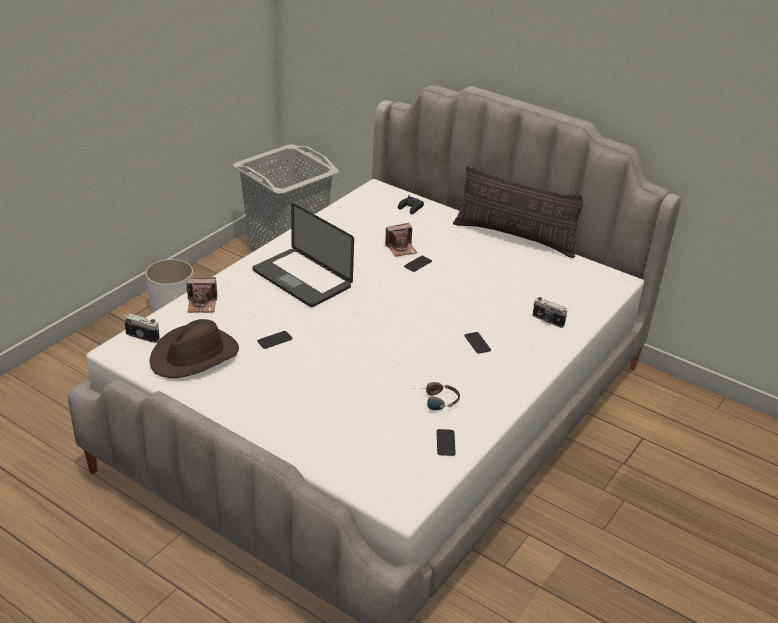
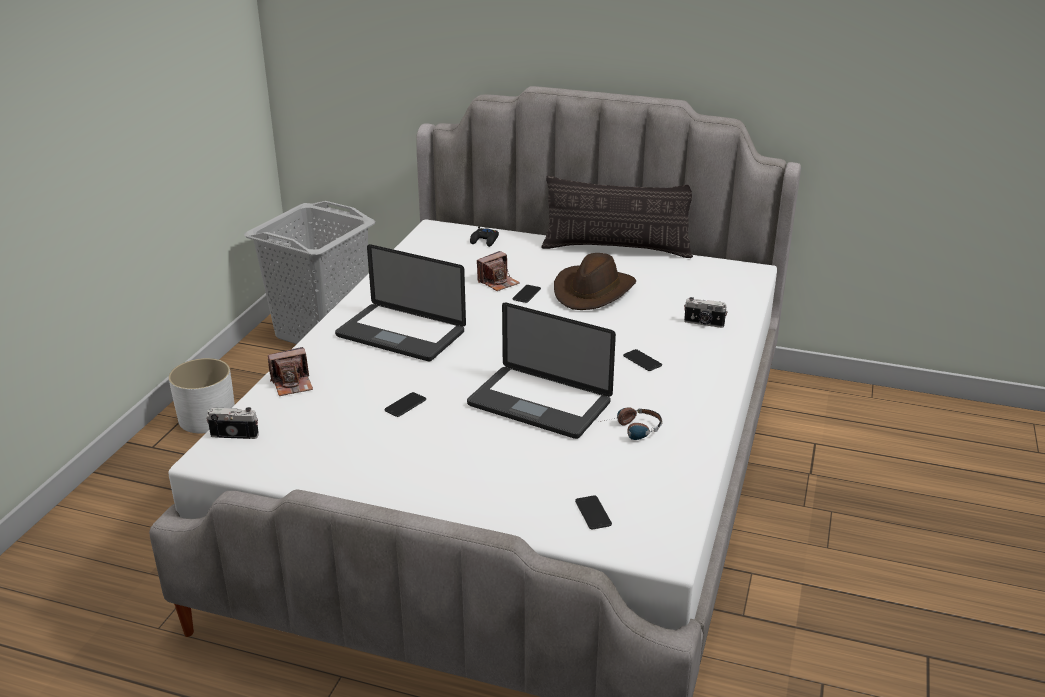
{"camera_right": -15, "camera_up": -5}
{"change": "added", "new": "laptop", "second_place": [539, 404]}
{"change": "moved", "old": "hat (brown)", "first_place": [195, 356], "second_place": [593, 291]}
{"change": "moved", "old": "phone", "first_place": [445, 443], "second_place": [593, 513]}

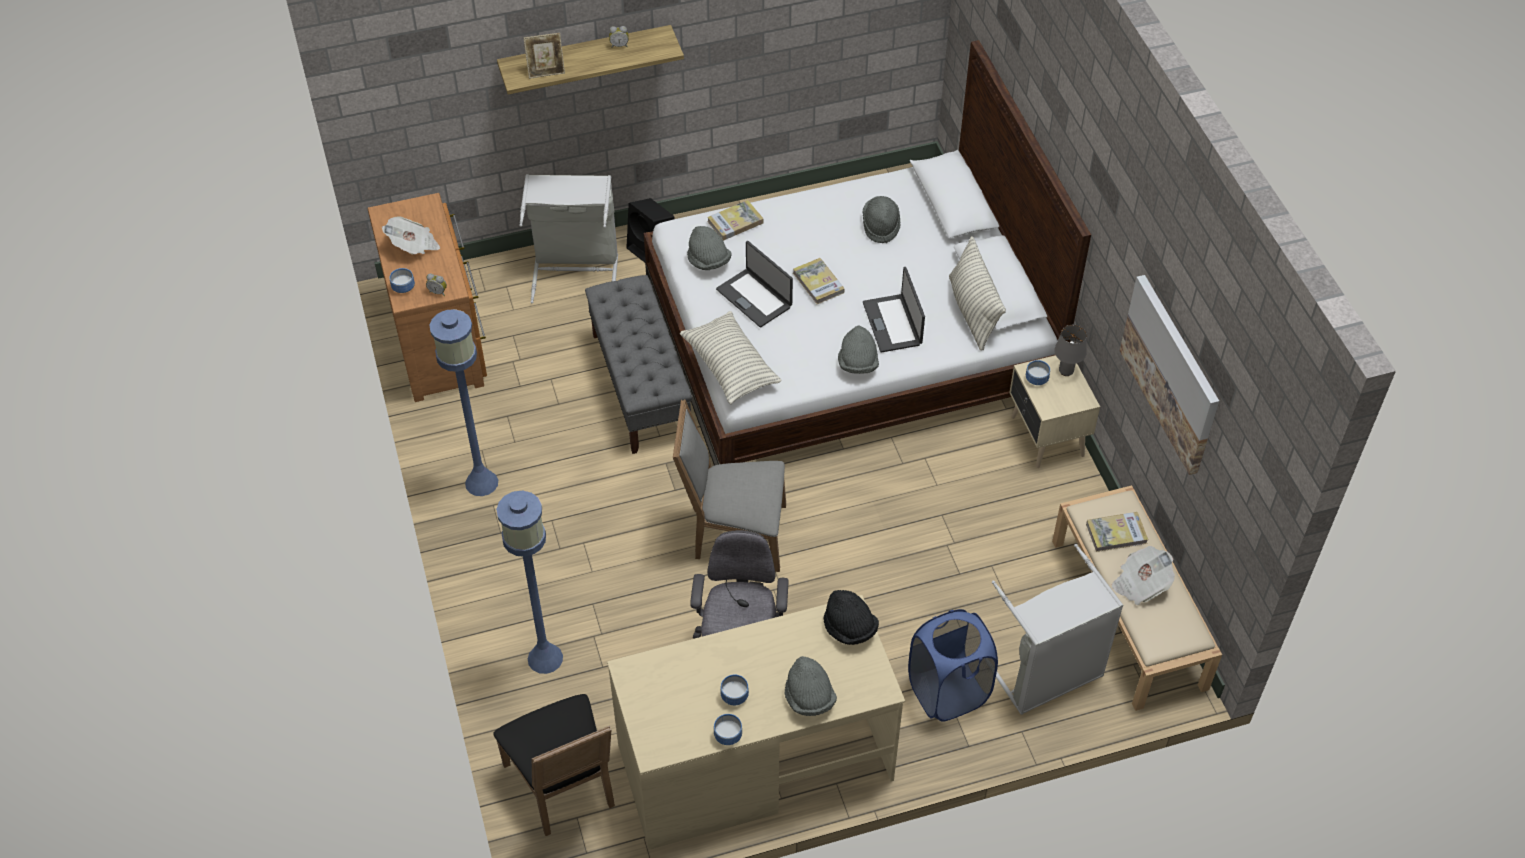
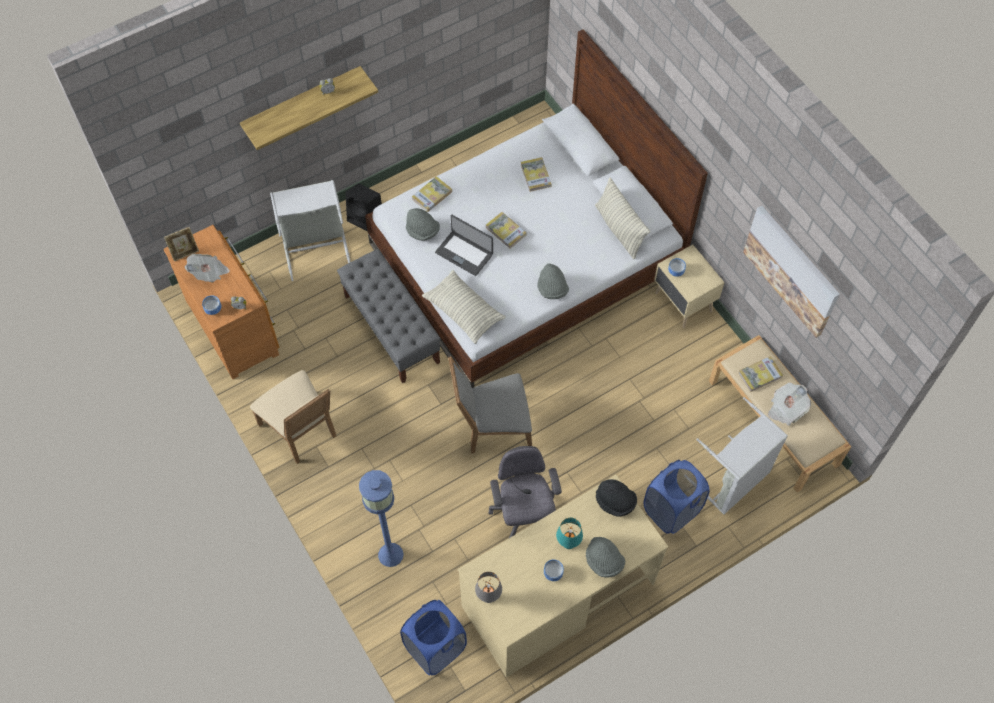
{"camera_right": -15, "camera_up": 10}
{"change": "moved", "old": "picture frame", "first_place": [546, 71], "second_place": [185, 252]}
{"change": "replaced", "old": "floor lamp (blue)", "new": "chair (beige)", "first_place": [481, 483], "second_place": [302, 431]}
{"change": "replaced", "old": "chair (black)", "new": "laundry basket (blue)", "first_place": [565, 788], "second_place": [435, 648]}
{"change": "moved", "old": "table lamp (grey)", "first_place": [1065, 371], "second_place": [488, 597]}
{"change": "replaced", "old": "hat (grey)", "new": "book", "first_place": [881, 226], "second_place": [535, 175]}
{"change": "added", "new": "table lamp (turquoise)", "second_place": [568, 543]}
{"change": "removed", "old": "bowl", "first_place": [726, 736]}
{"change": "removed", "old": "laptop", "first_place": [893, 323]}

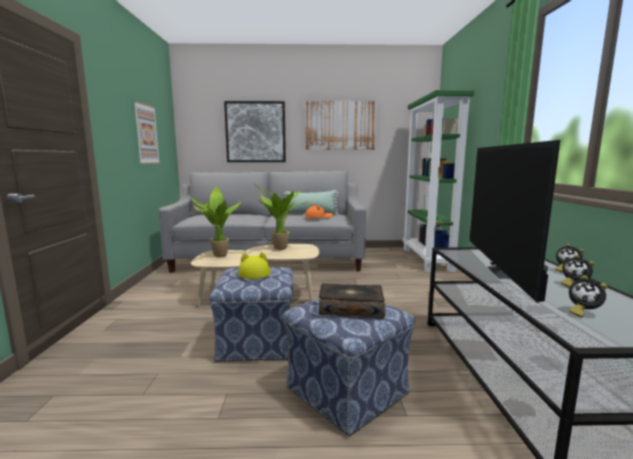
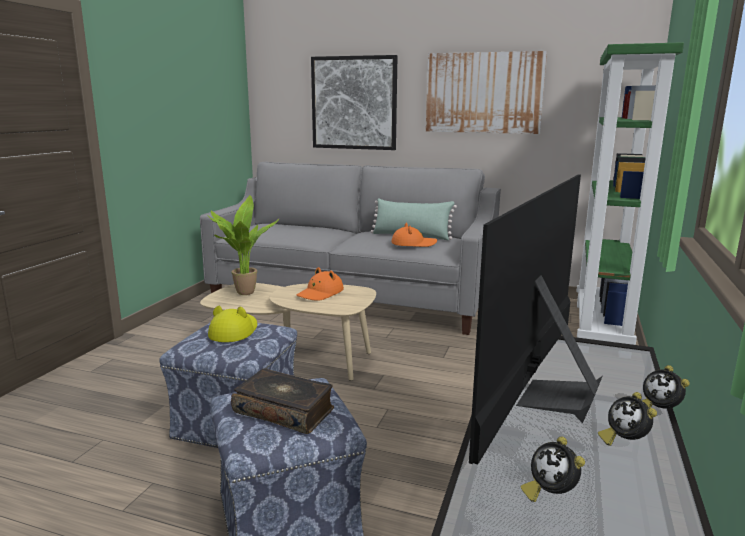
{"camera_right": 20, "camera_up": 5}
{"change": "replaced", "old": "potted plant", "new": "hat (orange)", "first_place": [280, 249], "second_place": [320, 293]}
{"change": "removed", "old": "picture", "first_place": [146, 134]}

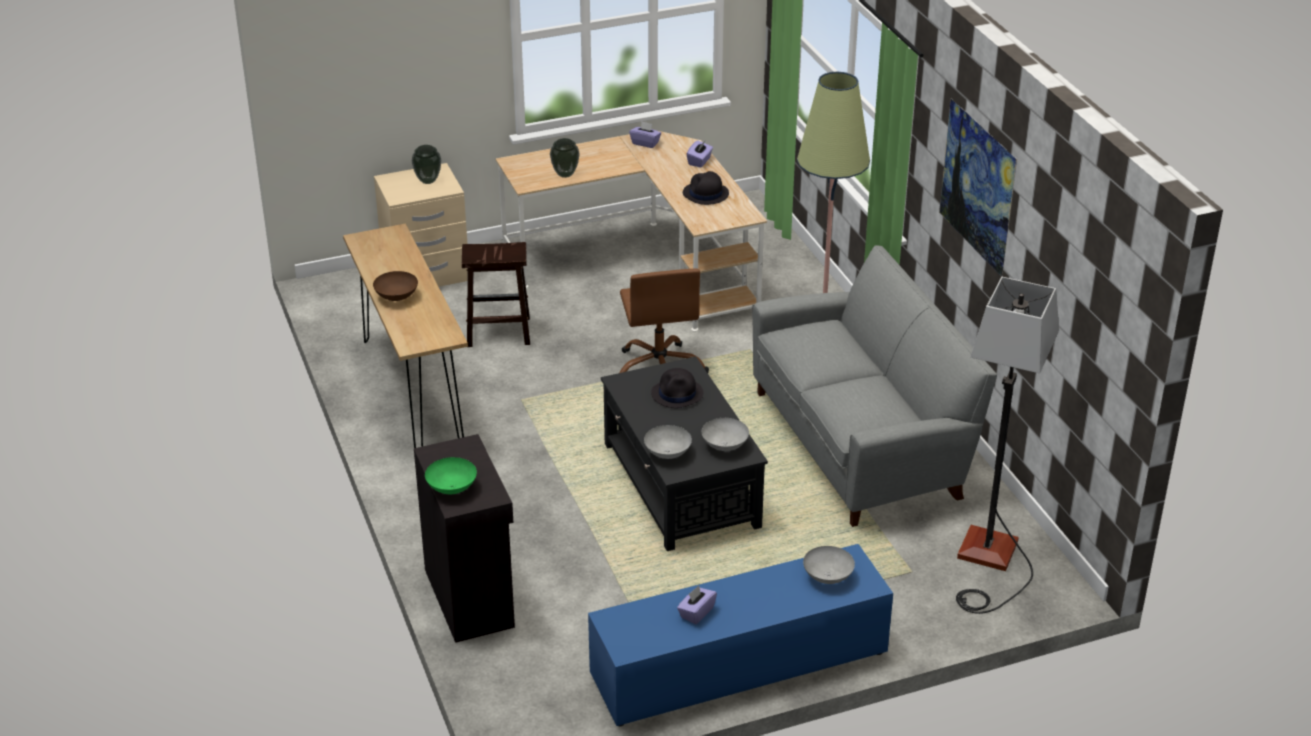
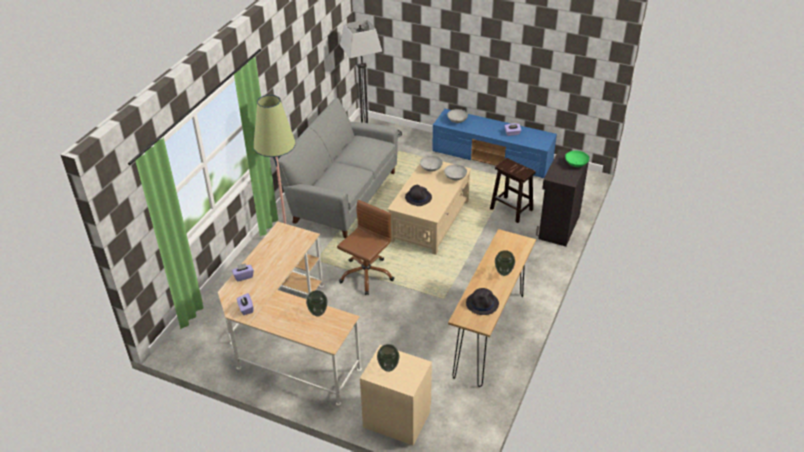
{"camera_right": -135, "camera_up": 5}
{"change": "recoloured", "old": "coffee table (black)", "new": "coffee table (beige)", "first_place": [681, 486], "second_place": [430, 221]}
{"change": "moved", "old": "hat (black)", "first_place": [705, 194], "second_place": [482, 303]}
{"change": "moved", "old": "stool (brown)", "first_place": [497, 332], "second_place": [512, 209]}
{"change": "replaced", "old": "bowl (brown)", "new": "vase", "first_place": [397, 296], "second_place": [503, 273]}
{"change": "removed", "old": "picture", "first_place": [973, 215]}

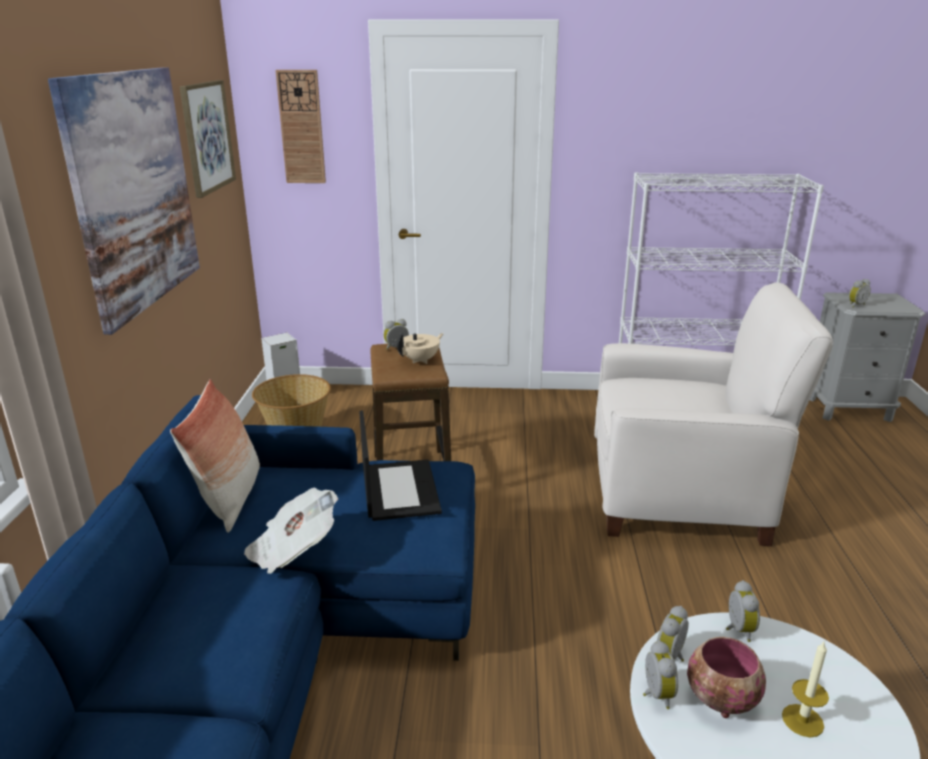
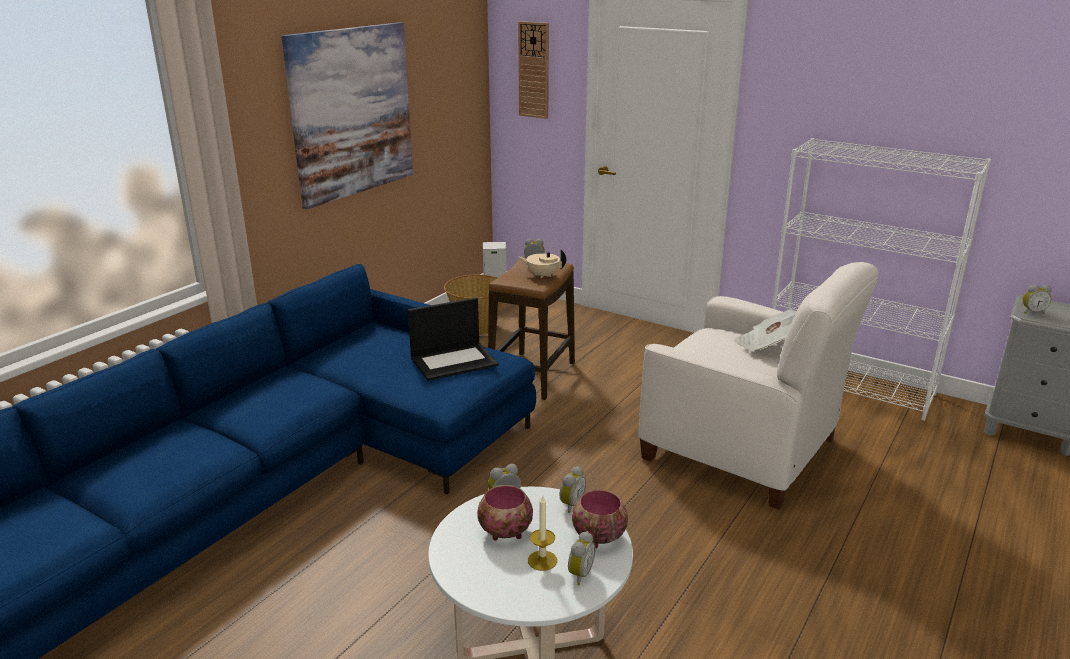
{"camera_right": 30, "camera_up": 0}
{"change": "turned", "old": "laptop", "first_place": [398, 489], "second_place": [454, 361], "degrees": 45}
{"change": "turned", "old": "teapot (beige)", "first_place": [421, 360], "second_place": [542, 275], "degrees": -150}
{"change": "moved", "old": "alarm clock", "first_place": [655, 694], "second_place": [579, 574]}
{"change": "added", "new": "bowl", "second_place": [597, 537]}
{"change": "moved", "old": "newspaper", "first_place": [293, 549], "second_place": [767, 346]}
{"change": "removed", "old": "pillow", "first_place": [230, 498]}
{"change": "removed", "old": "picture", "first_place": [207, 137]}

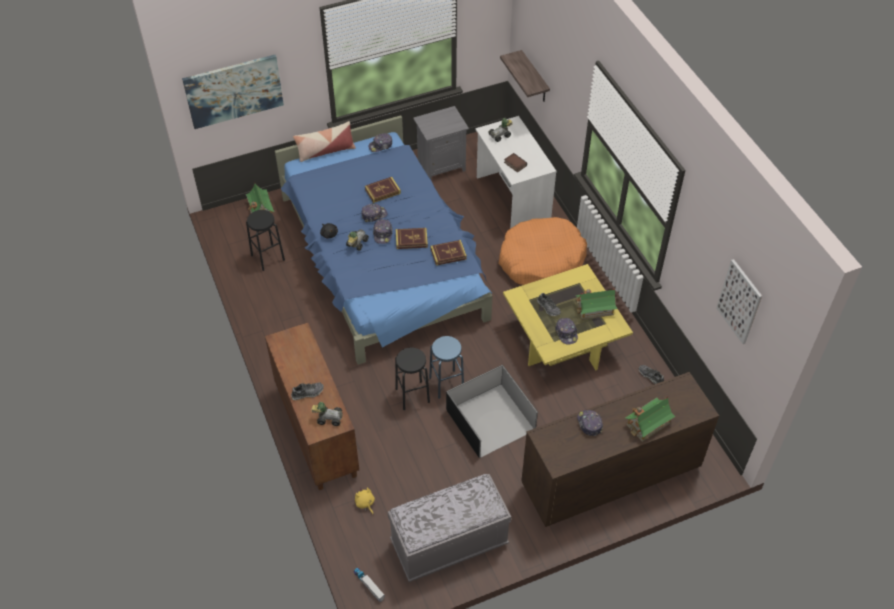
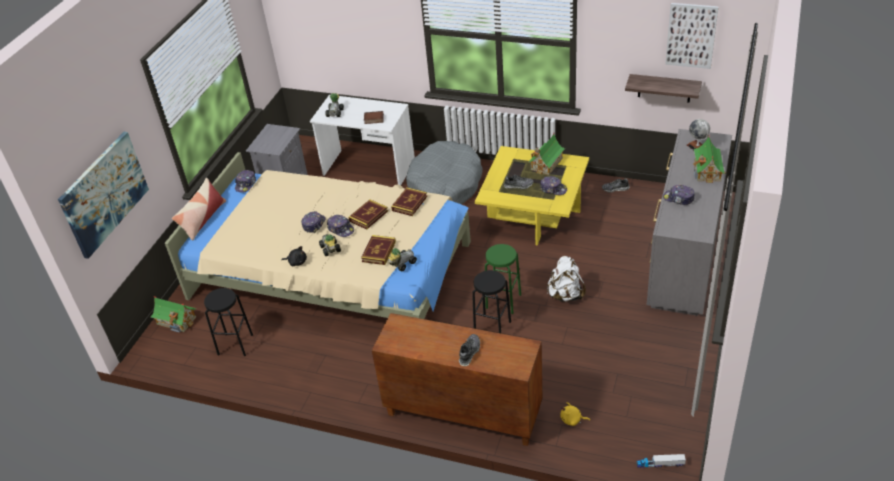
{"camera_right": -45, "camera_up": -10}
{"change": "recoloured", "old": "bed (blue)", "new": "bed (beige)", "first_place": [383, 258], "second_place": [332, 271]}
{"change": "moved", "old": "book", "first_place": [382, 191], "second_place": [379, 252]}
{"change": "moved", "old": "toy car", "first_place": [328, 417], "second_place": [401, 264]}
{"change": "recoloured", "old": "dog bed (orange)", "new": "dog bed (grey)", "first_place": [541, 260], "second_place": [445, 185]}
{"change": "recoloured", "old": "stool (blue)", "new": "stool (green)", "first_place": [446, 384], "second_place": [503, 301]}
{"change": "replaced", "old": "storage box (black)", "new": "backpack (white)", "first_place": [489, 420], "second_place": [565, 295]}
{"change": "moved", "old": "shelf", "first_place": [534, 78], "second_place": [664, 88]}
{"change": "recoloured", "old": "dresser (brown)", "new": "dresser (grey)", "first_place": [609, 477], "second_place": [684, 258]}
{"change": "added", "new": "globe", "second_place": [697, 147]}
{"change": "removed", "old": "bench (grey)", "first_place": [449, 544]}

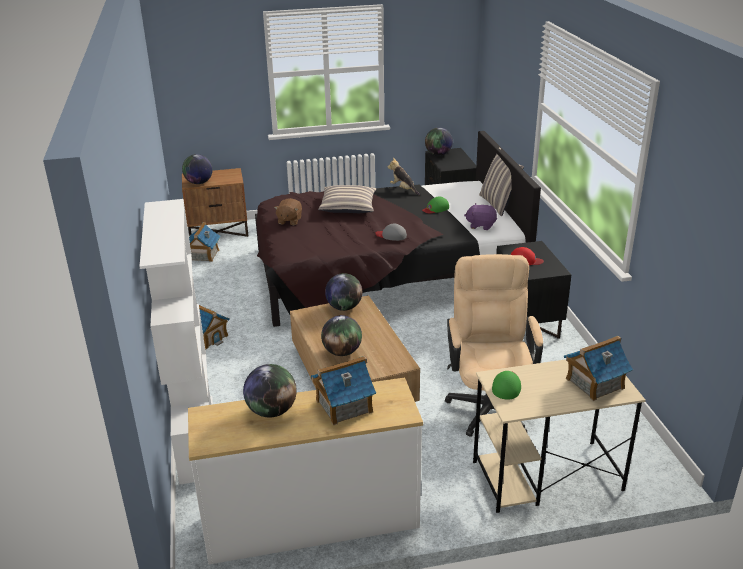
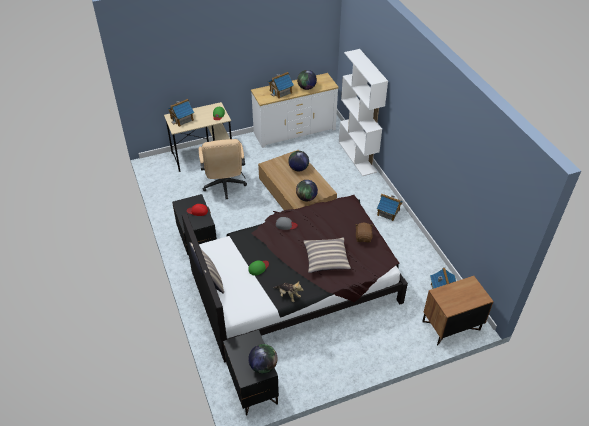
{"camera_right": 170, "camera_up": 15}
{"change": "removed", "old": "globe", "first_place": [199, 183]}
{"change": "removed", "old": "plush toy (purple)", "first_place": [481, 225]}

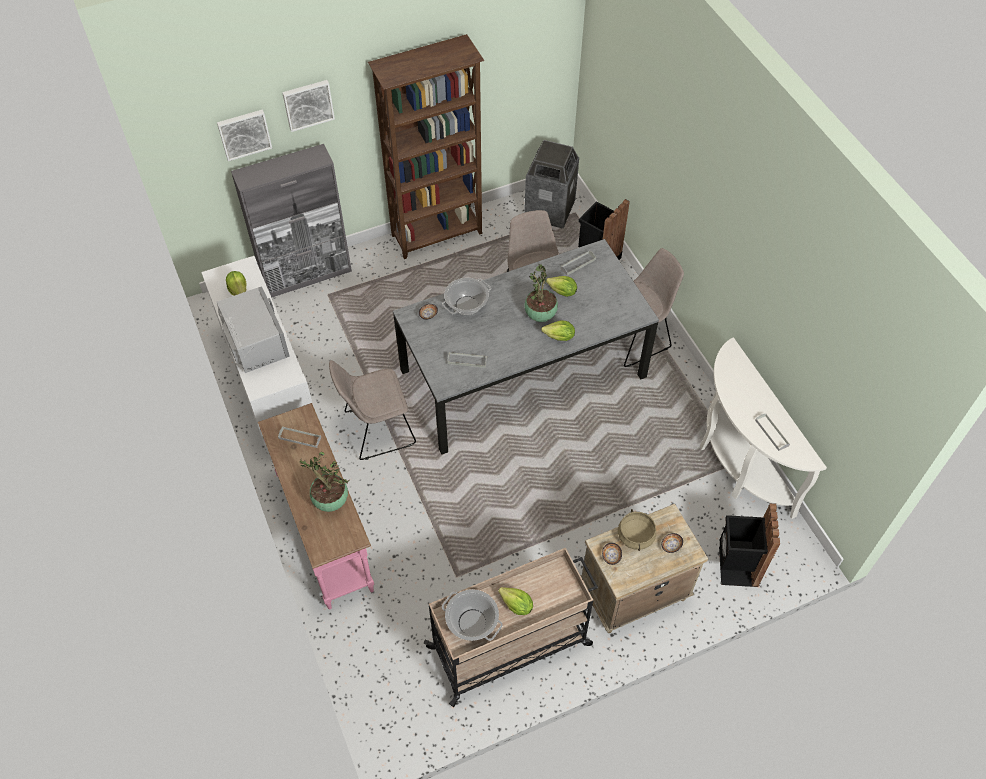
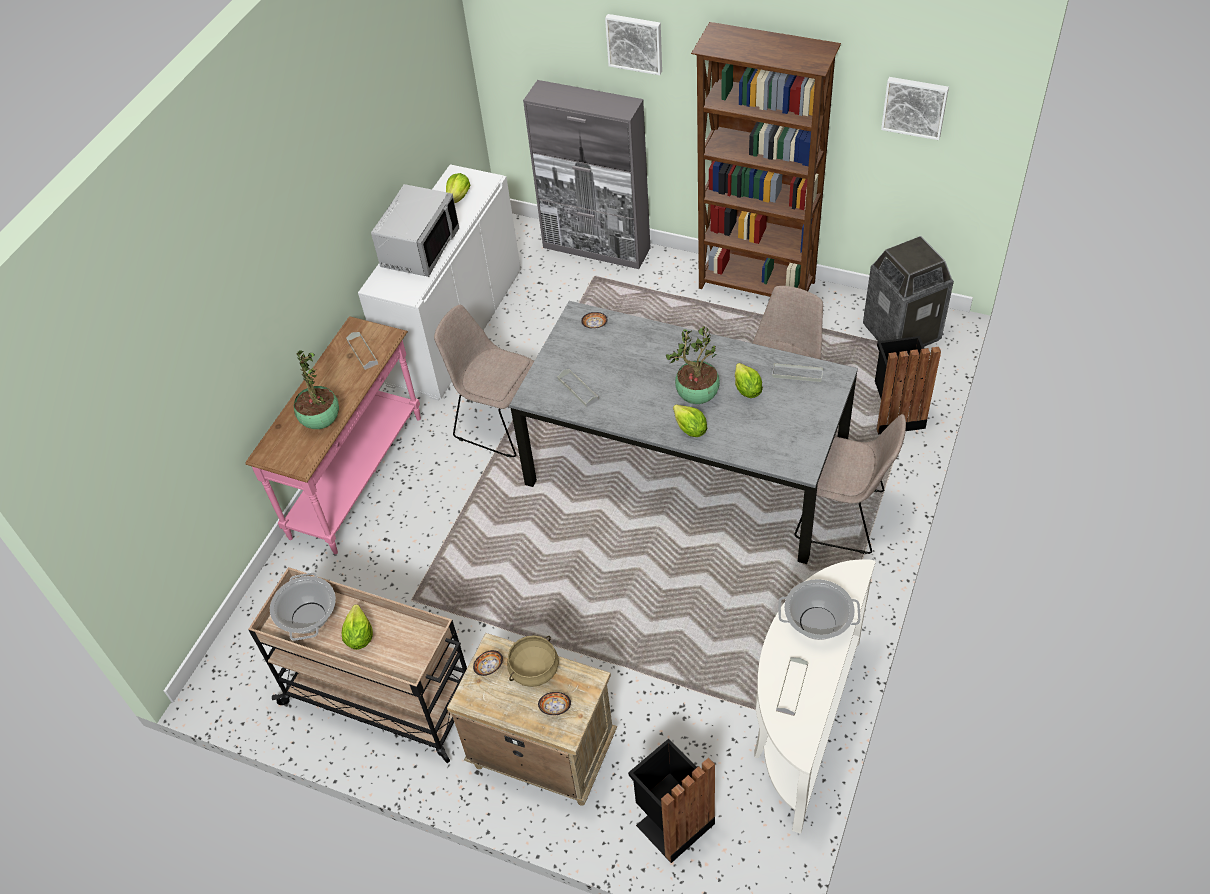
{"camera_right": 50, "camera_up": -5}
{"change": "moved", "old": "cooking pot", "first_place": [466, 306], "second_place": [817, 623]}
{"change": "moved", "old": "picture", "first_place": [244, 133], "second_place": [915, 106]}

